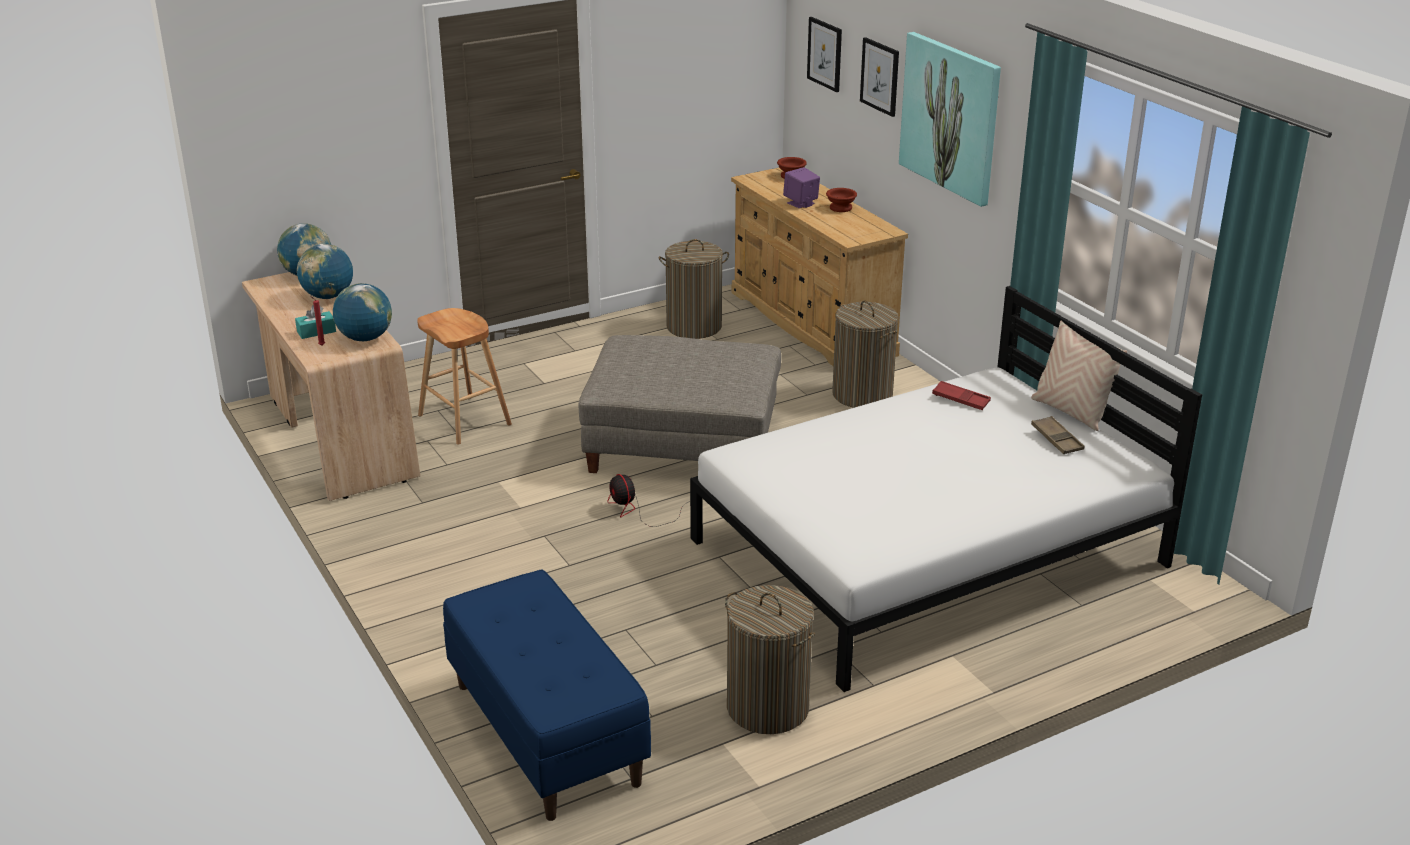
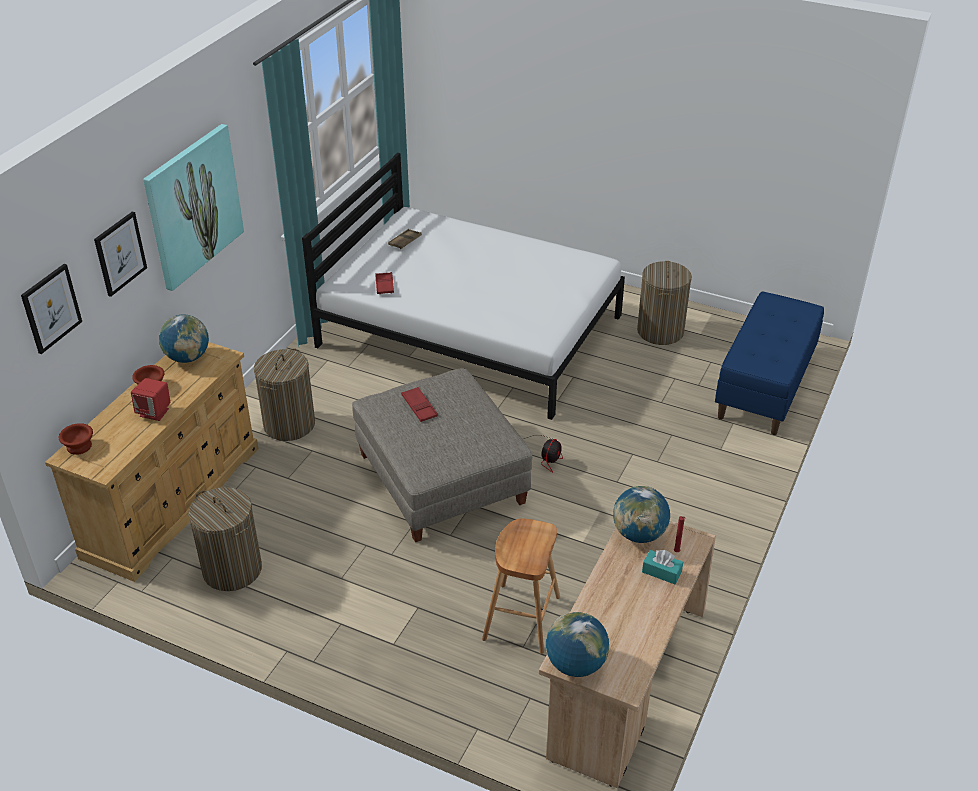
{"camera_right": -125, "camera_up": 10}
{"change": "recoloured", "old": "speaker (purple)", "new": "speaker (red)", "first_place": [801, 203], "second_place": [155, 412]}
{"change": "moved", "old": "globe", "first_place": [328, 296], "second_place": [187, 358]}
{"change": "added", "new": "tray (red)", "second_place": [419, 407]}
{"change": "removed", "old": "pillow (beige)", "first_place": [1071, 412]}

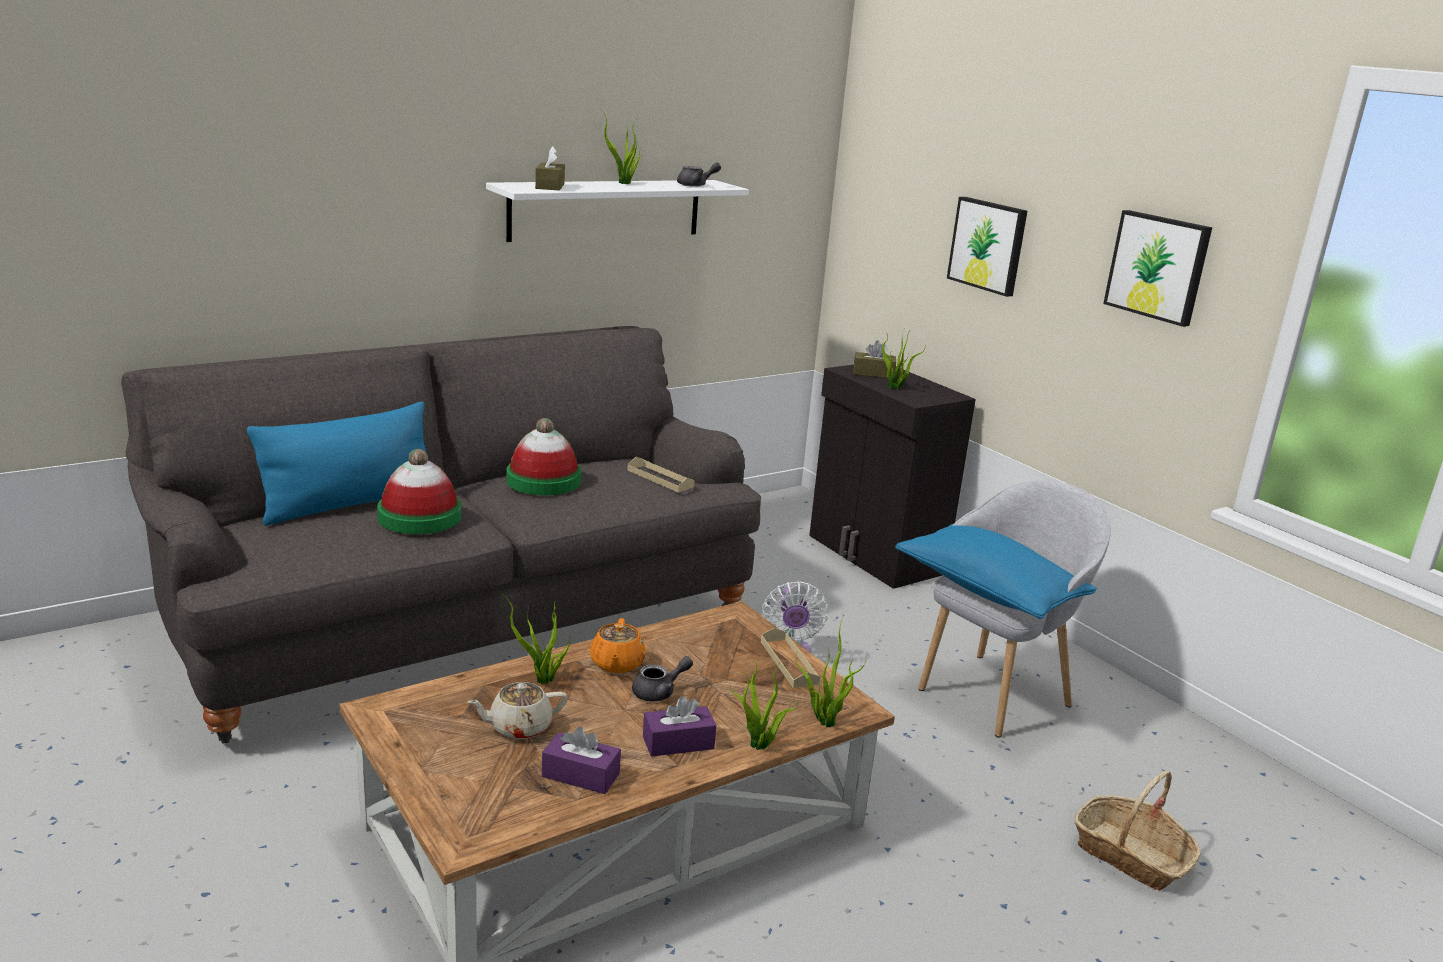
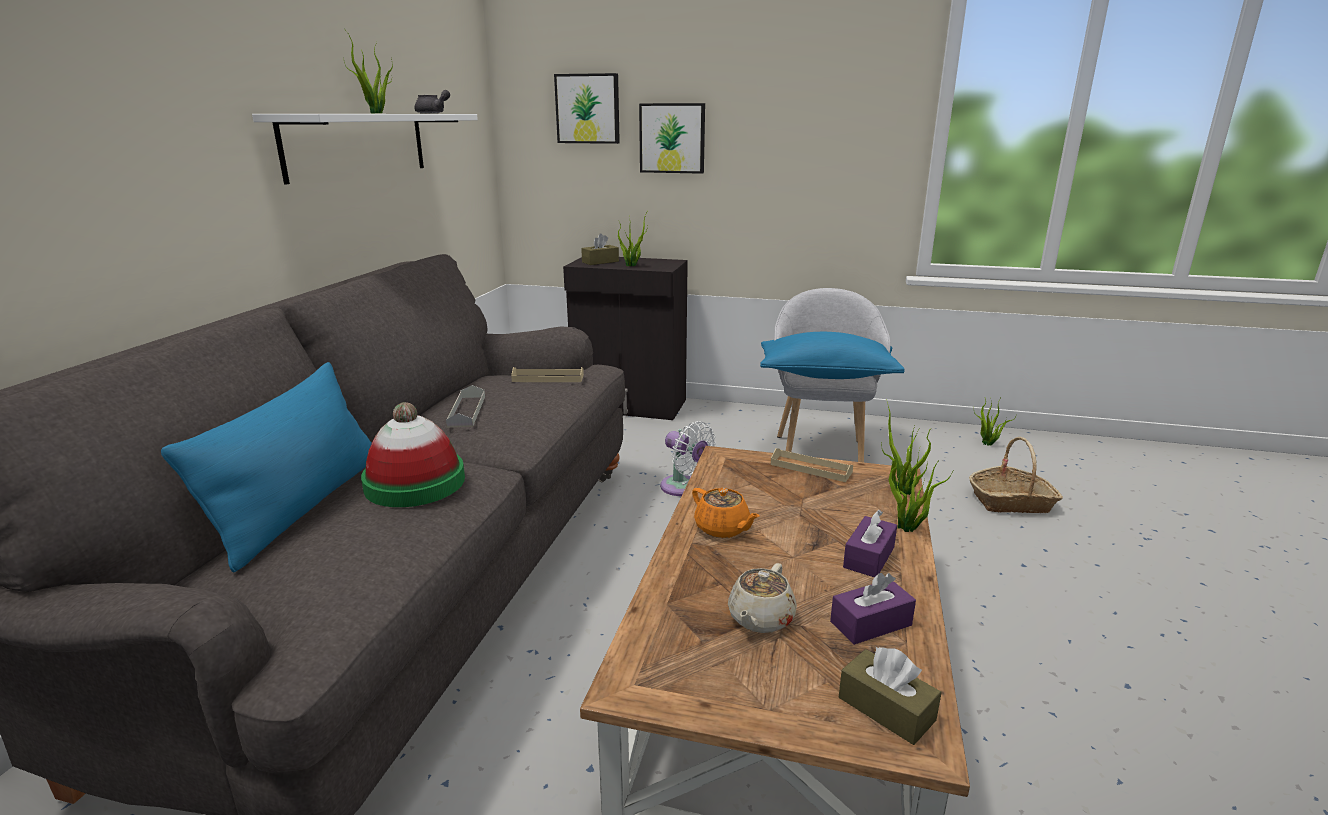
{"camera_right": -40, "camera_up": 0}
{"change": "replaced", "old": "hat", "new": "tray (grey)", "first_place": [543, 480], "second_place": [466, 411]}
{"change": "moved", "old": "picture", "first_place": [1158, 267], "second_place": [588, 109]}
{"change": "moved", "old": "tissue box (brown)", "first_place": [550, 186], "second_place": [886, 709]}
{"change": "moved", "old": "potted plant", "first_place": [543, 681], "second_place": [987, 444]}
{"change": "removed", "old": "teapot (grey)", "first_place": [659, 692]}

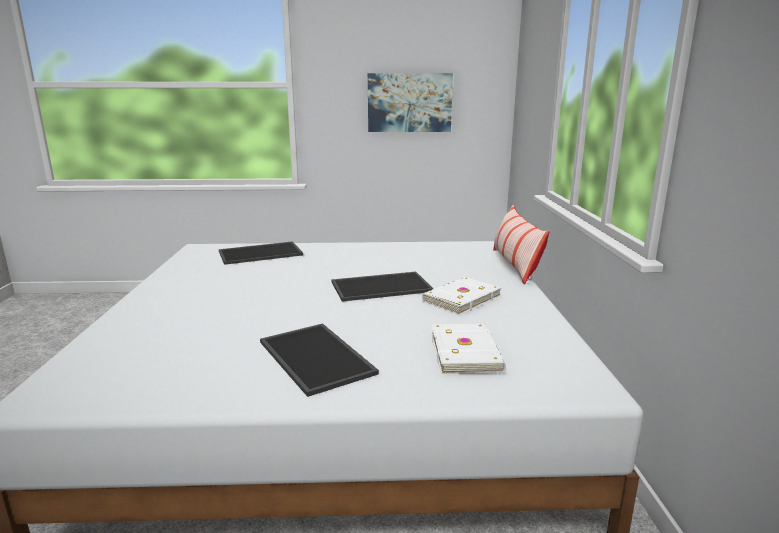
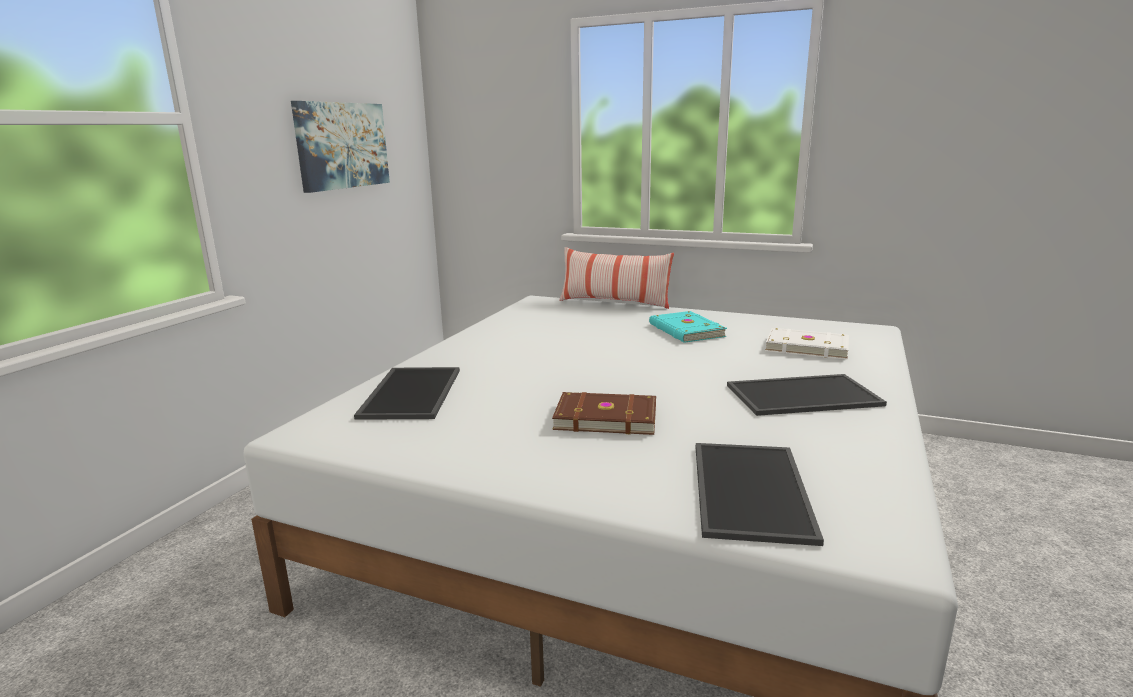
{"camera_right": -65, "camera_up": 0}
{"change": "added", "new": "book (brown)", "second_place": [605, 417]}
{"change": "recoloured", "old": "book (white)", "new": "book (turquoise)", "first_place": [460, 298], "second_place": [685, 331]}
{"change": "moved", "old": "tray", "first_place": [381, 286], "second_place": [747, 489]}

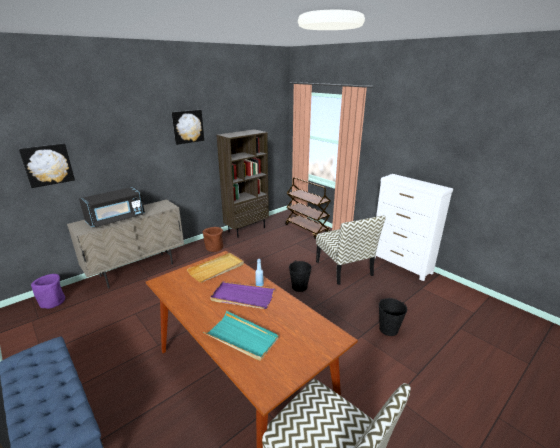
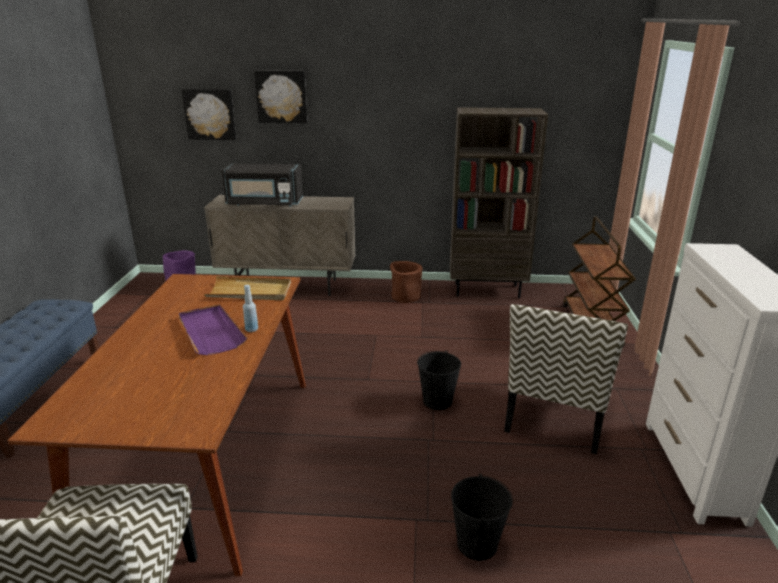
{"camera_right": 45, "camera_up": 0}
{"change": "moved", "old": "picture", "first_place": [187, 126], "second_place": [281, 96]}
{"change": "removed", "old": "tray (turquoise)", "first_place": [242, 337]}

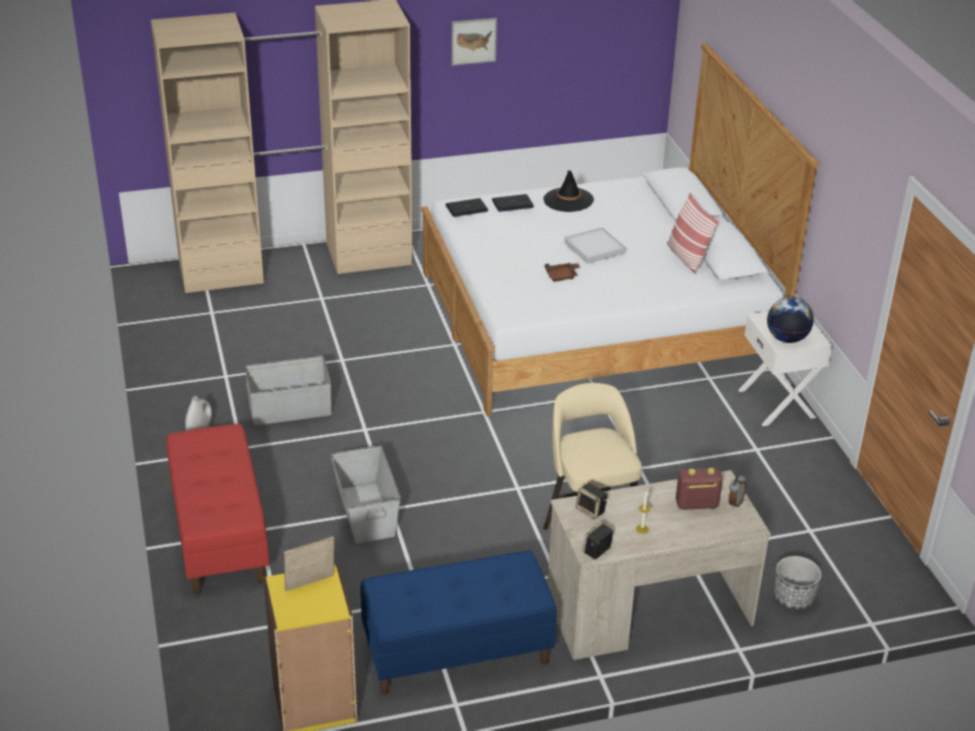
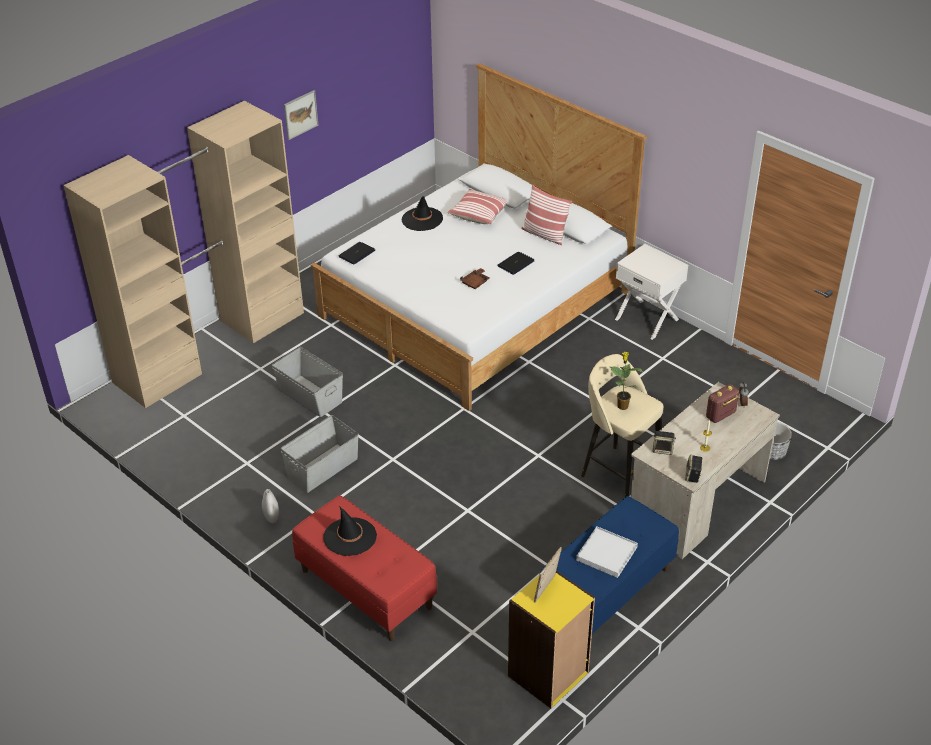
{"camera_right": -30, "camera_up": 5}
{"change": "moved", "old": "storage box (grey)", "first_place": [365, 512], "second_place": [310, 396]}
{"change": "added", "new": "hat (black)", "second_place": [350, 537]}
{"change": "added", "new": "pillow", "second_place": [479, 214]}
{"change": "moved", "old": "laptop", "first_place": [512, 204], "second_place": [516, 263]}
{"change": "moved", "old": "tray (white)", "first_place": [595, 248], "second_place": [607, 554]}
{"change": "added", "new": "potted plant", "second_place": [622, 406]}
{"change": "removed", "old": "globe", "first_place": [787, 338]}

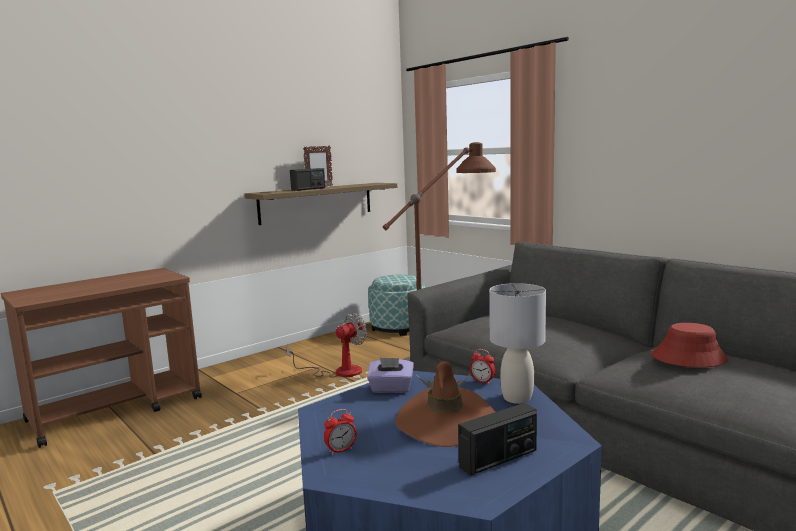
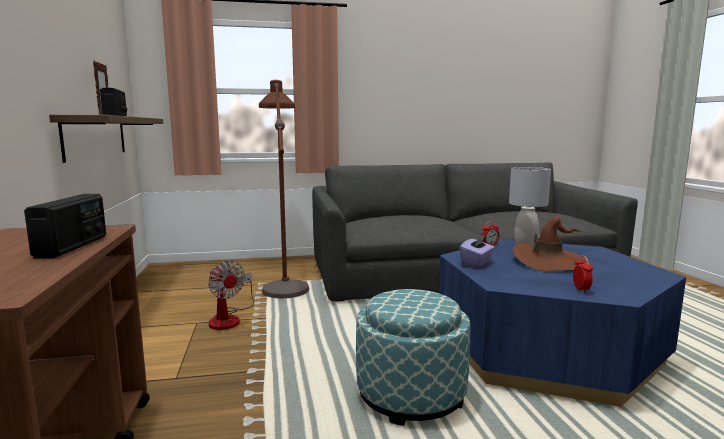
{"camera_right": -60, "camera_up": 0}
{"change": "moved", "old": "radio", "first_place": [498, 459], "second_place": [72, 246]}
{"change": "turned", "old": "fan", "first_place": [339, 371], "second_place": [229, 318], "degrees": 150}
{"change": "moved", "old": "ottoman", "first_place": [398, 327], "second_place": [410, 395]}
{"change": "removed", "old": "hat (red)", "first_place": [688, 357]}

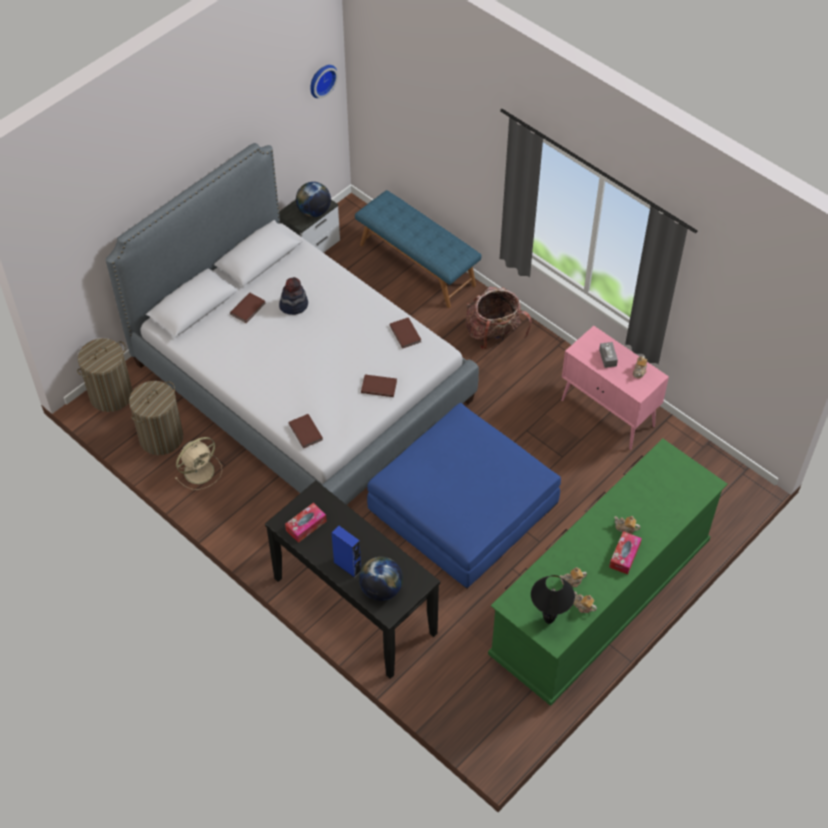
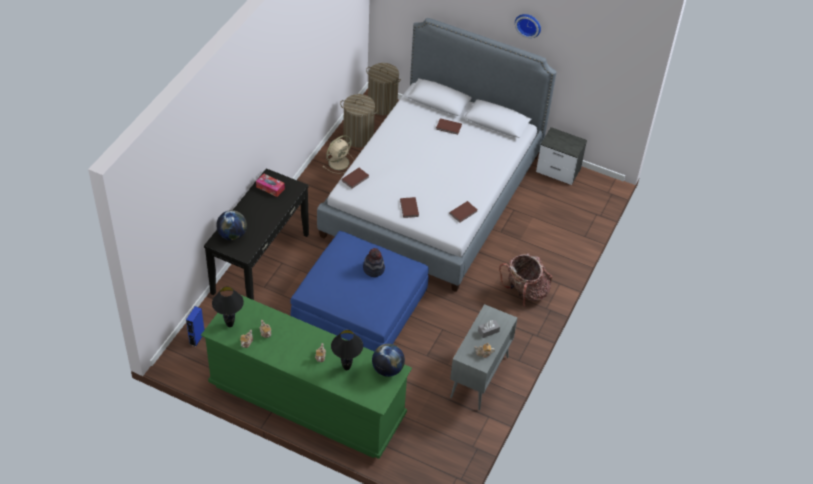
{"camera_right": 70, "camera_up": -5}
{"change": "moved", "old": "speaker (blue)", "first_place": [347, 566], "second_place": [197, 338]}
{"change": "turned", "old": "fan (beige)", "first_place": [200, 470], "second_place": [339, 162], "degrees": -75}
{"change": "added", "new": "table lamp (black)", "second_place": [347, 367]}
{"change": "moved", "old": "hat", "first_place": [293, 305], "second_place": [373, 269]}
{"change": "moved", "old": "globe", "first_place": [314, 211], "second_place": [387, 369]}
{"change": "recoloured", "old": "cabinet (pink)", "new": "cabinet (grey)", "first_place": [608, 414], "second_place": [479, 378]}
{"change": "moved", "old": "wall clock", "first_place": [321, 79], "second_place": [528, 24]}
{"change": "removed", "old": "bench (blue)", "first_place": [418, 264]}
{"change": "removed", "old": "tissue box", "first_place": [624, 556]}

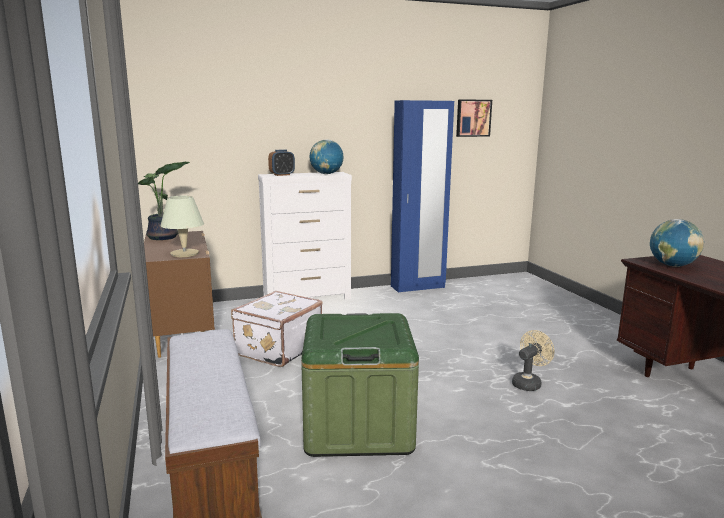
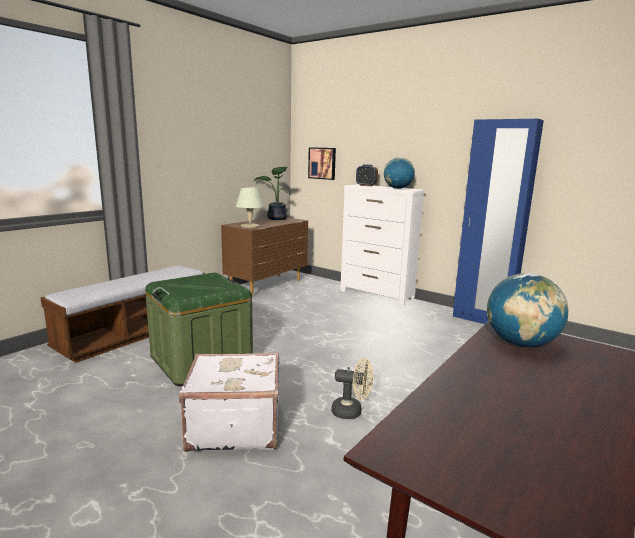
{"camera_right": 55, "camera_up": 0}
{"change": "moved", "old": "suitcase (white)", "first_place": [277, 349], "second_place": [234, 426]}
{"change": "moved", "old": "picture", "first_place": [473, 118], "second_place": [322, 163]}

